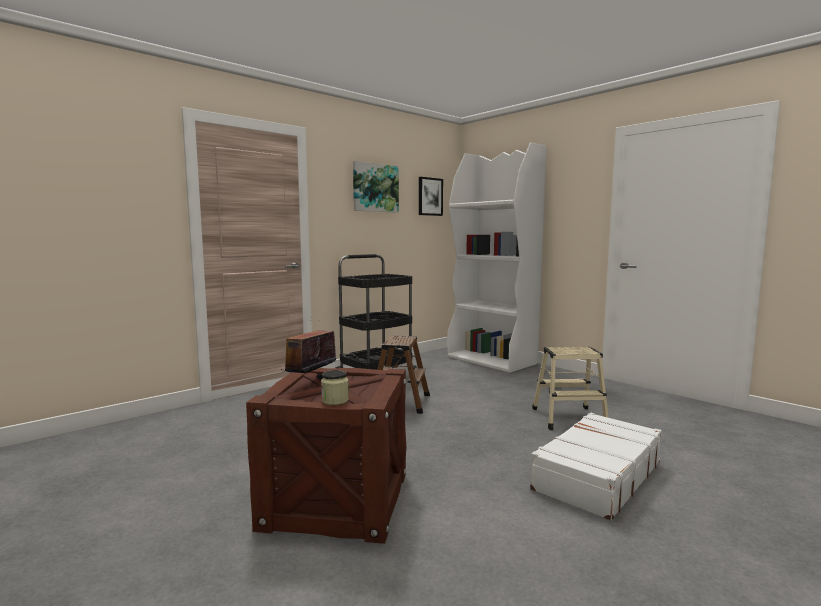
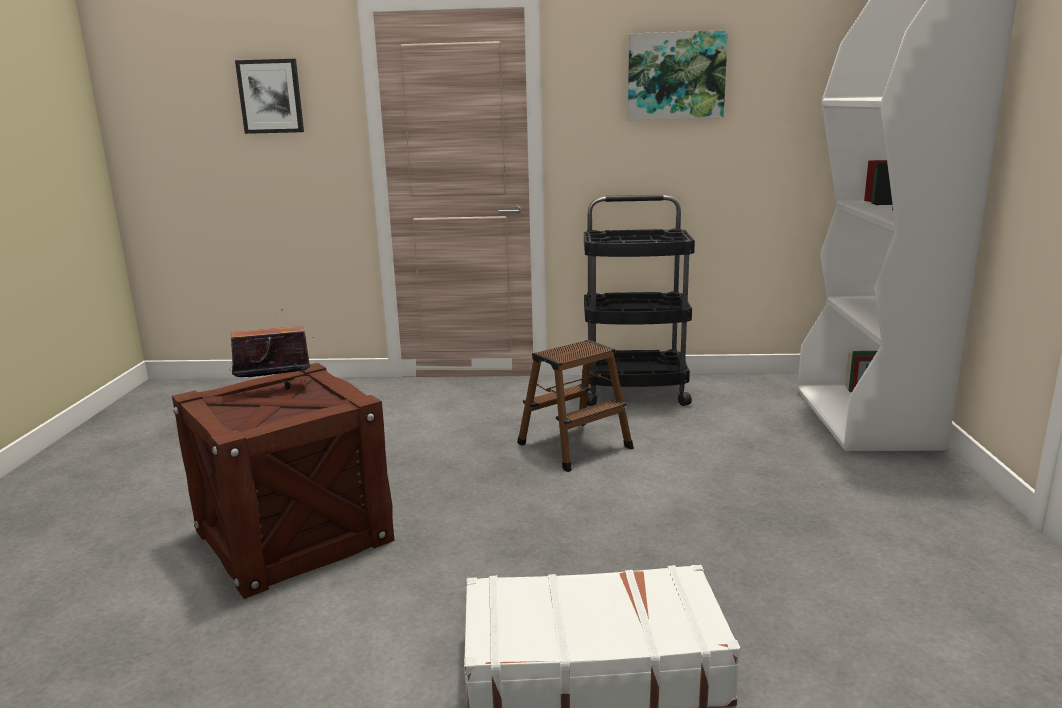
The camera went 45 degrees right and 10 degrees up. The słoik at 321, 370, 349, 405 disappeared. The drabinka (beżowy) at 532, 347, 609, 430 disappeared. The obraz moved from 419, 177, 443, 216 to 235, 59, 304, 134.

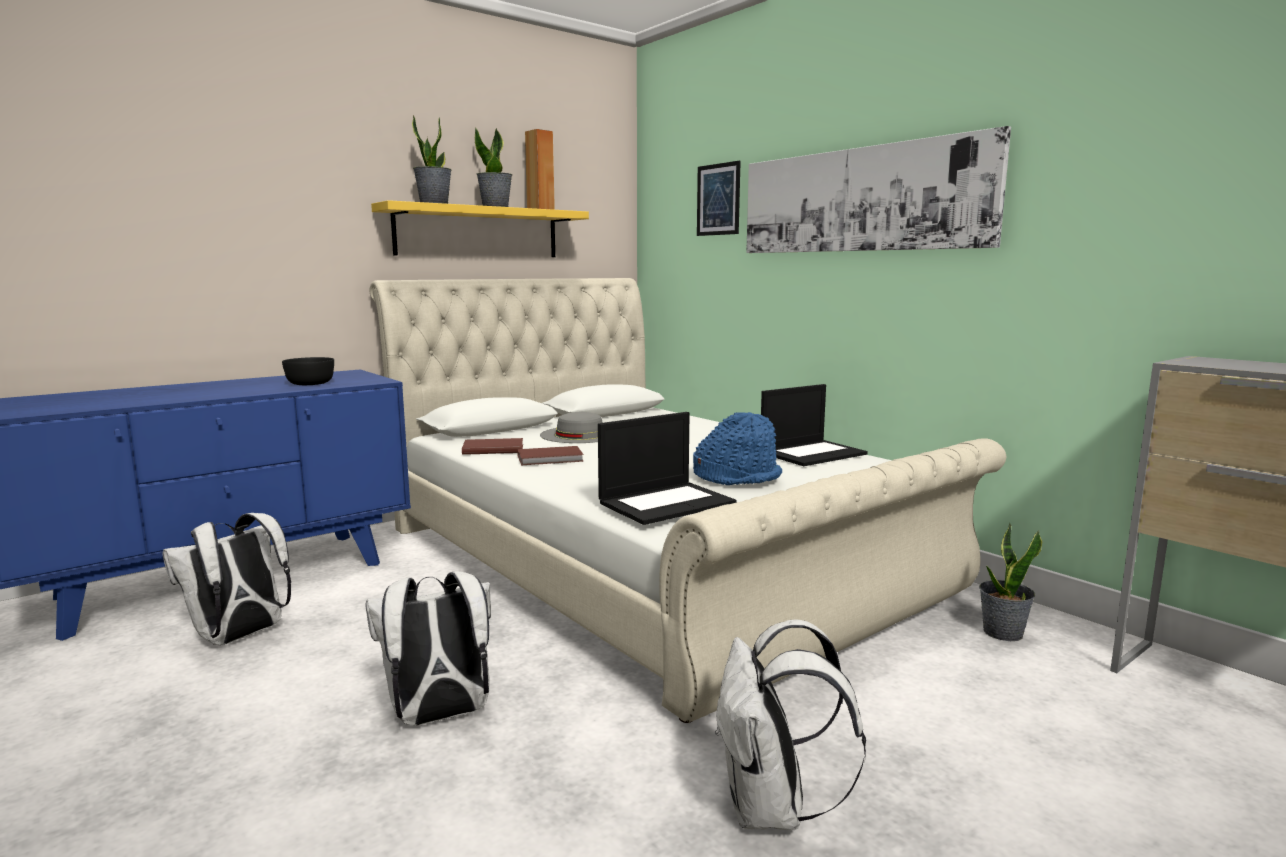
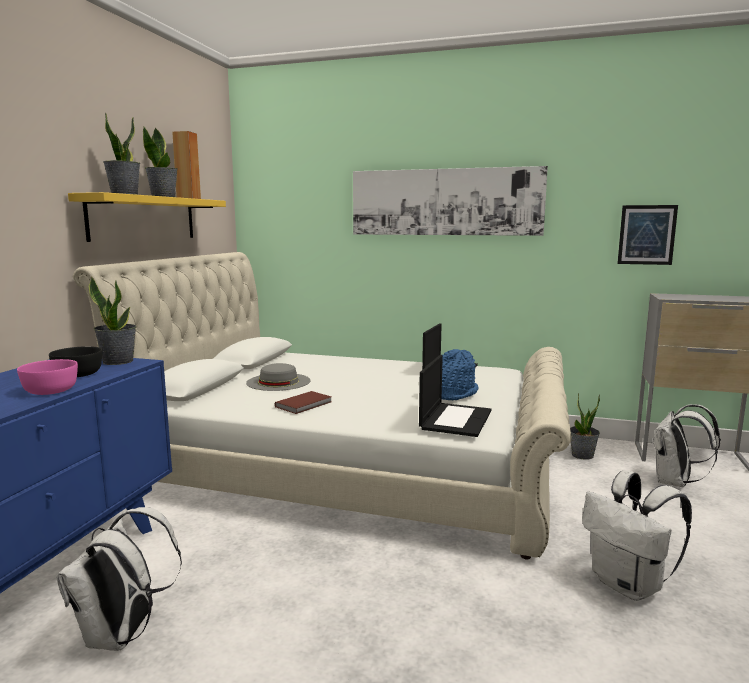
The camera went 35 degrees left and 0 degrees up. The książka (brązowy) at 462, 438, 523, 455 disappeared. The miska (różowy) at 17, 359, 78, 395 appeared. The roślina doniczkowa at 88, 277, 136, 365 appeared. The plecak (biały) moved from 365, 571, 491, 726 to 652, 404, 721, 487. The obraz moved from 697, 161, 741, 236 to 617, 205, 678, 265.

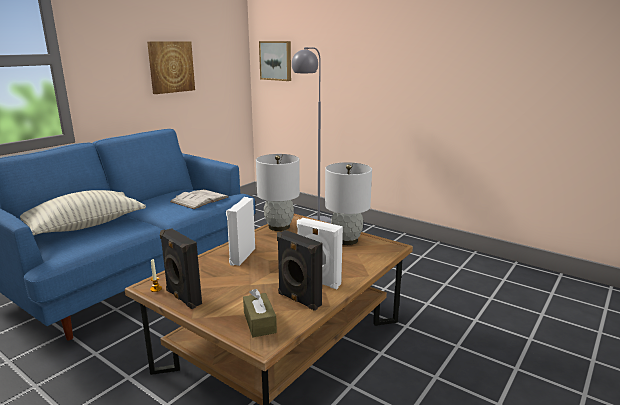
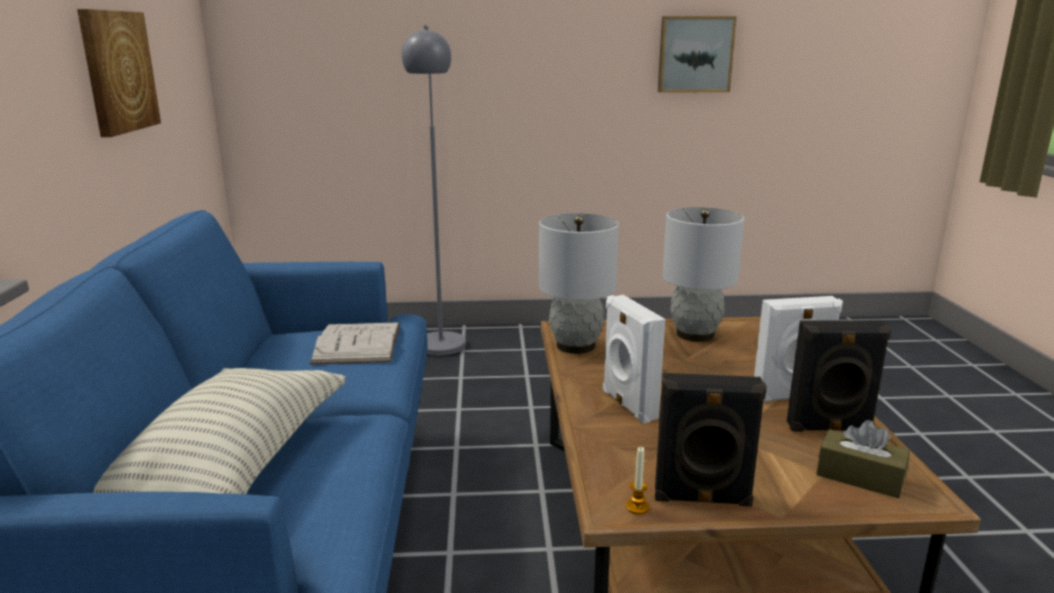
The camera went 40 degrees left and 0 degrees up. The obraz moved from 259, 41, 291, 81 to 658, 16, 737, 93.

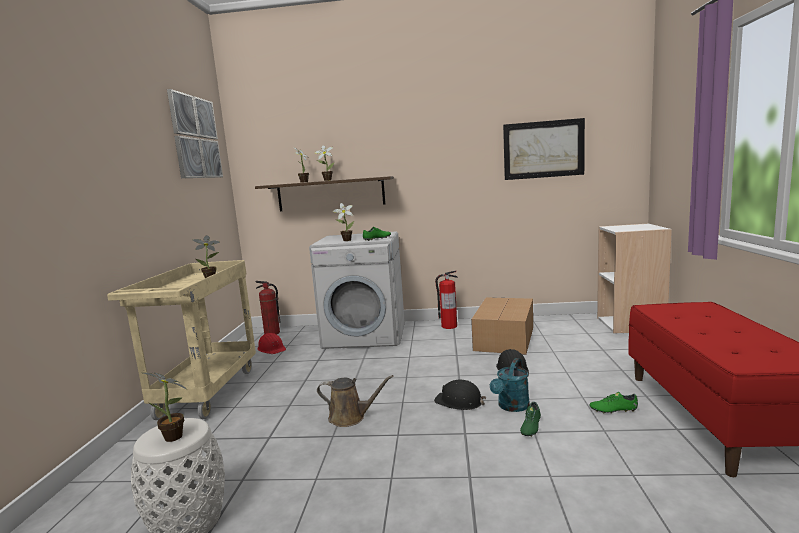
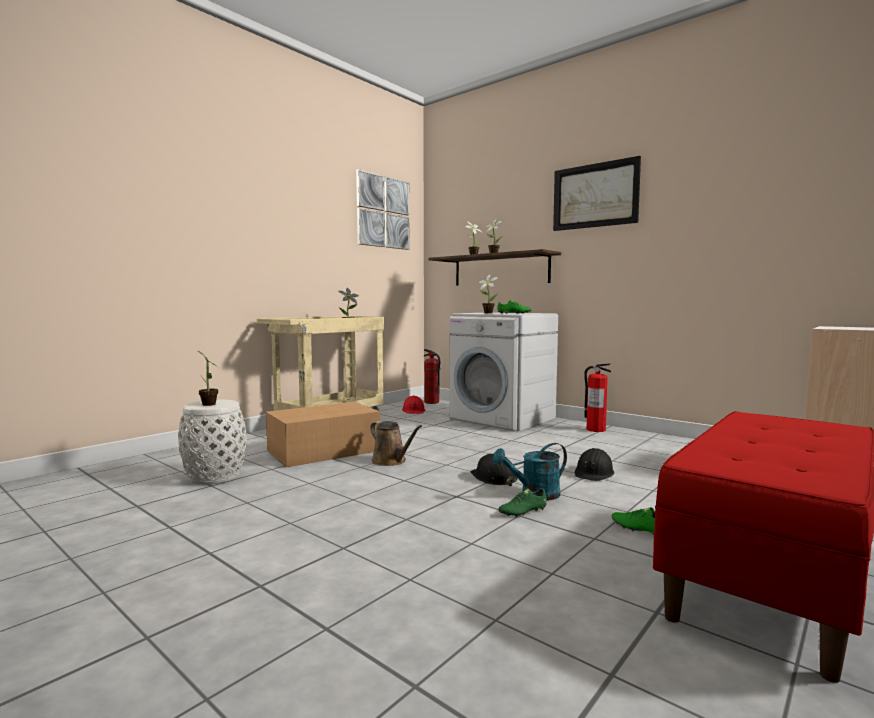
The camera went 35 degrees right and 5 degrees down. The karton moved from 471, 297, 533, 355 to 266, 402, 380, 467. The obraz moved from 503, 118, 585, 180 to 553, 156, 641, 231.

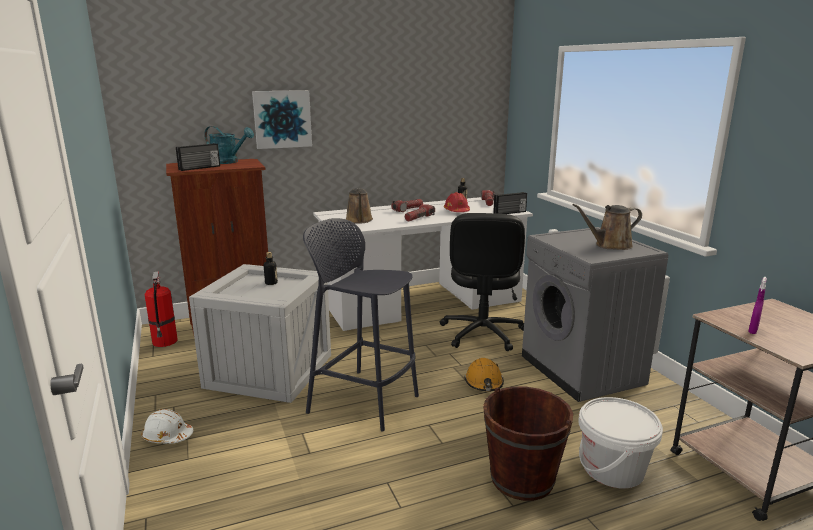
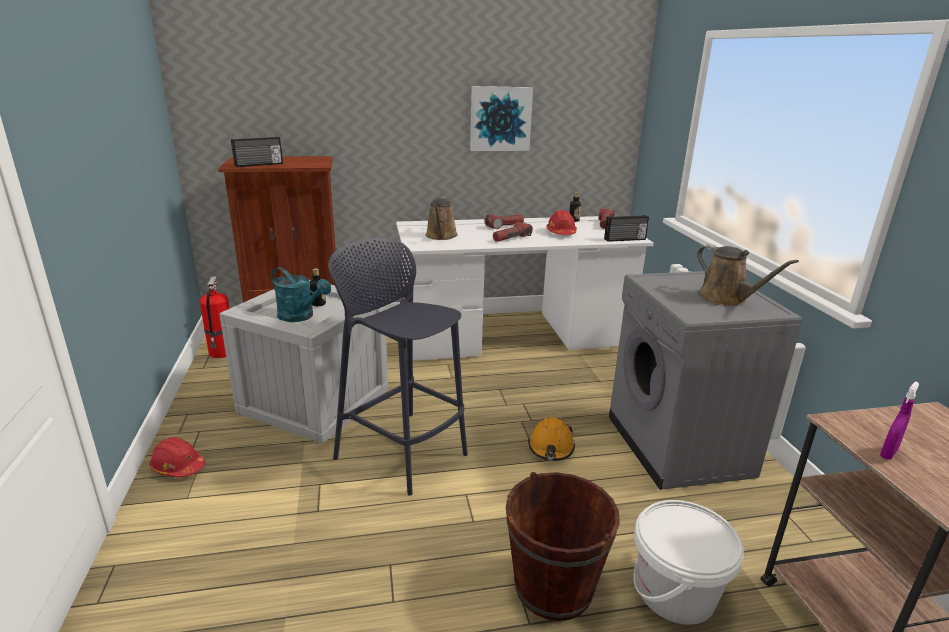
The camera went 10 degrees right and 5 degrees up. The krzesło biurowe (czarny) at 440, 213, 525, 351 disappeared. The konewka (turkusowy) moved from 204, 126, 254, 164 to 271, 267, 331, 322. The obraz moved from 252, 90, 312, 149 to 470, 86, 533, 151. The kask (biały) at 142, 409, 193, 443 became the kask (czerwony) at 149, 437, 205, 477. The konewka (brązowy) at 573, 204, 642, 250 turned 120 degrees counterclockwise.

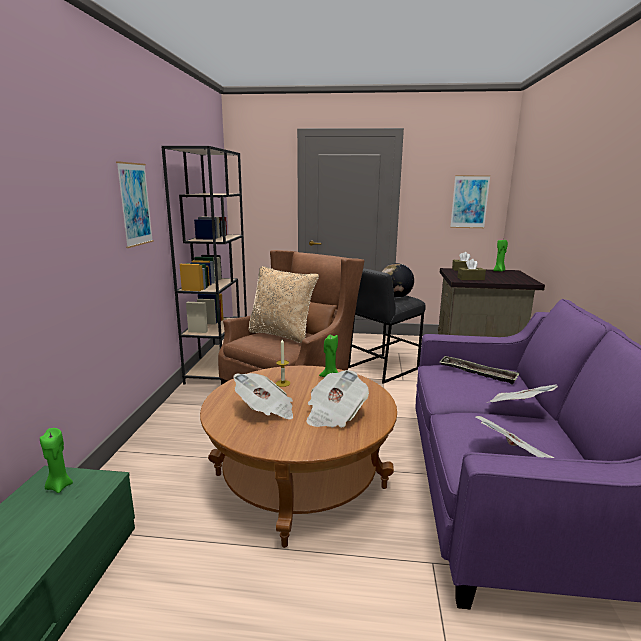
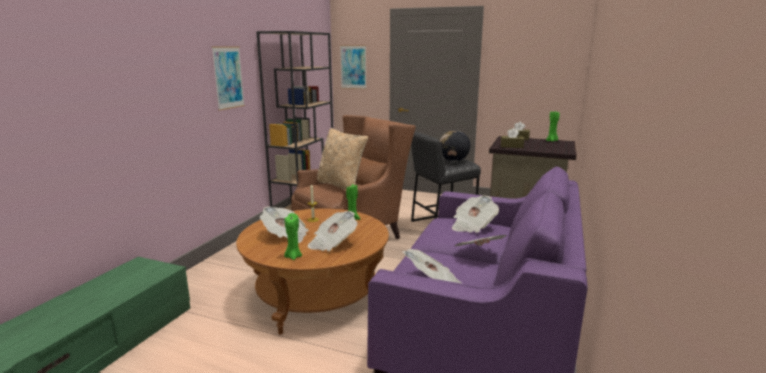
The camera went 15 degrees right and 0 degrees up. The świeca (zielony) moved from 40, 428, 73, 493 to 284, 213, 302, 260. The obraz moved from 450, 175, 490, 228 to 340, 45, 367, 89. The taca at 440, 356, 519, 385 was replaced by the gazeta at 452, 196, 499, 233.

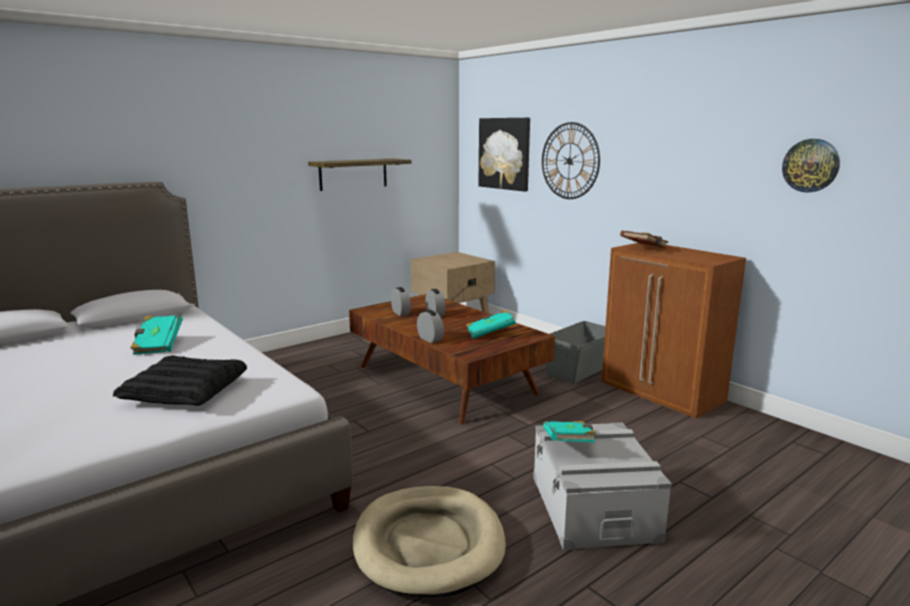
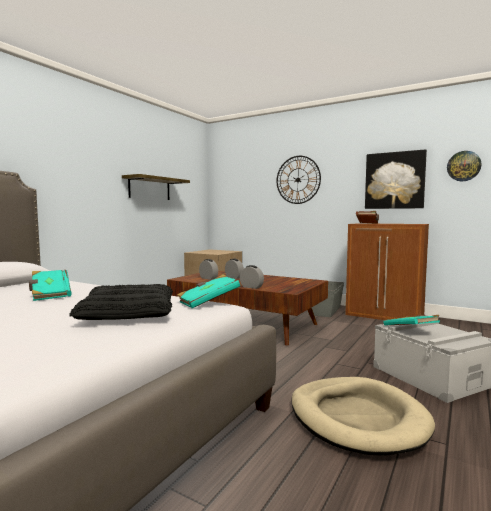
The camera went 20 degrees left and 10 degrees down. The książka (turkusowy) moved from 466, 310, 516, 339 to 177, 275, 240, 308. The obraz moved from 478, 118, 530, 192 to 365, 149, 427, 209.

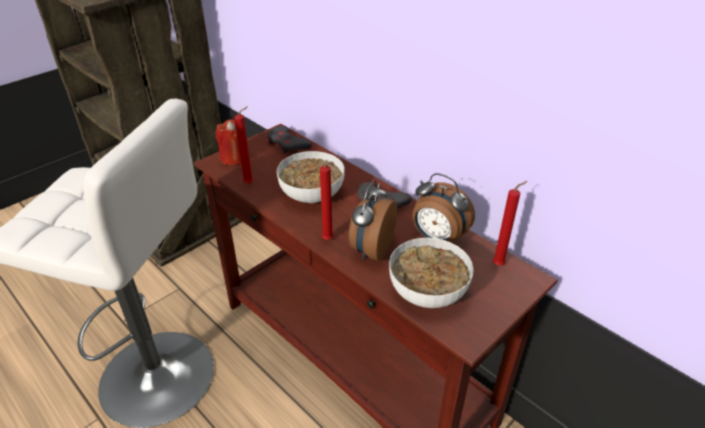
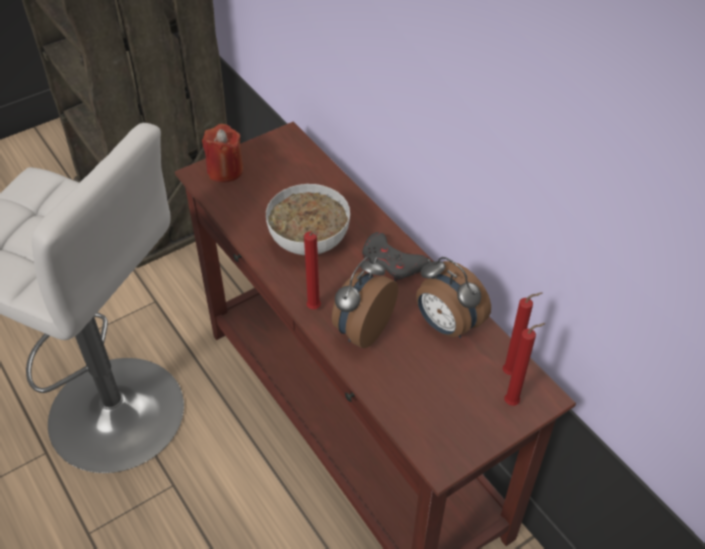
The camera went 10 degrees right and 10 degrees up. The pad do gier (szary) at 267, 126, 312, 154 disappeared. The miska at 389, 238, 474, 308 disappeared. The świeca (czerwony) moved from 234, 107, 254, 184 to 504, 323, 546, 406.

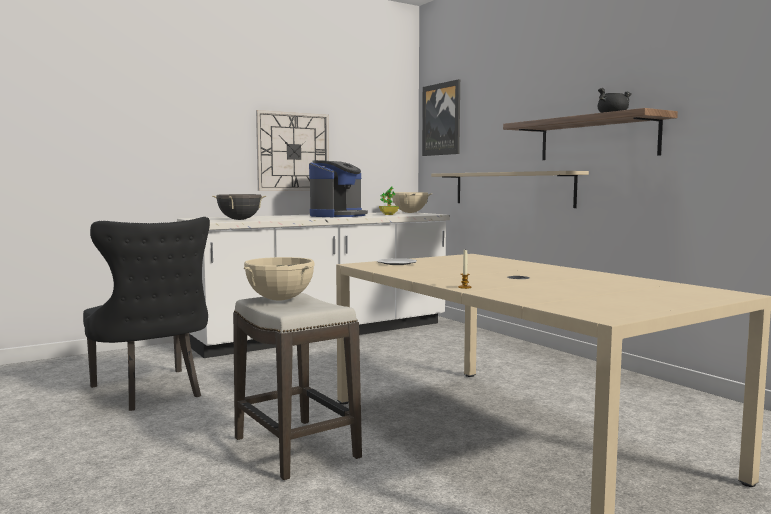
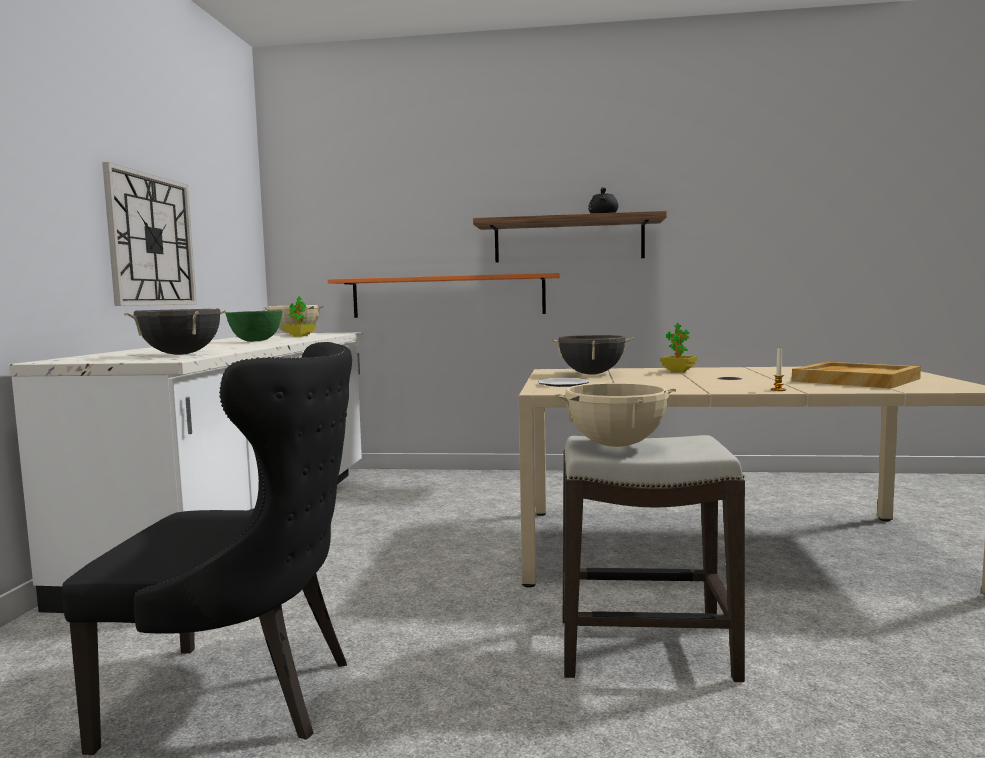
The camera went 50 degrees left and 0 degrees up. The obraz at 422, 79, 460, 156 disappeared. The garnek (czarny) at 550, 335, 634, 375 appeared. The roślina doniczkowa at 660, 323, 697, 373 appeared. The taca (beżowy) at 792, 362, 921, 388 appeared. The ekspres do kawy at 309, 160, 368, 217 was replaced by the miska (zielony) at 225, 310, 282, 342. The półka (beżowy) at 431, 171, 589, 208 became the półka (pomarańczowy) at 327, 273, 560, 318.

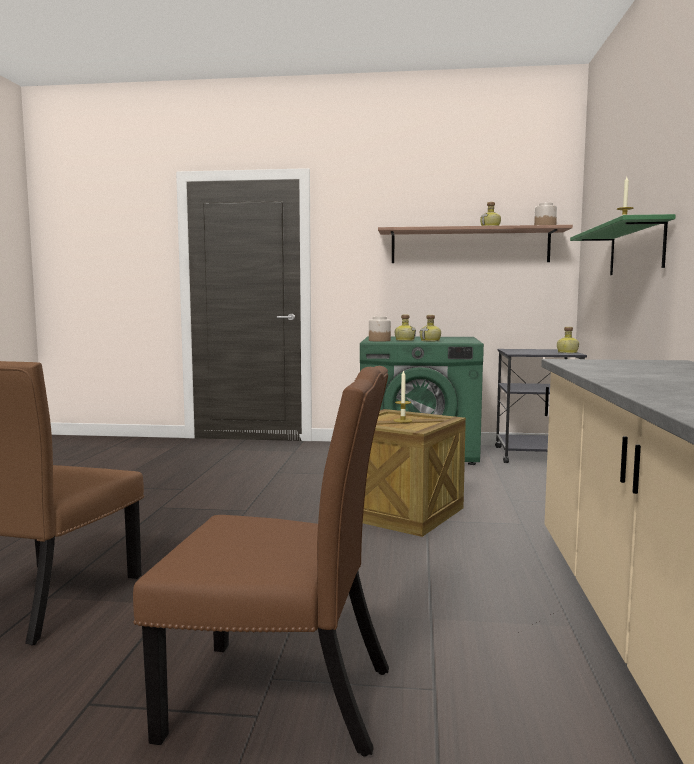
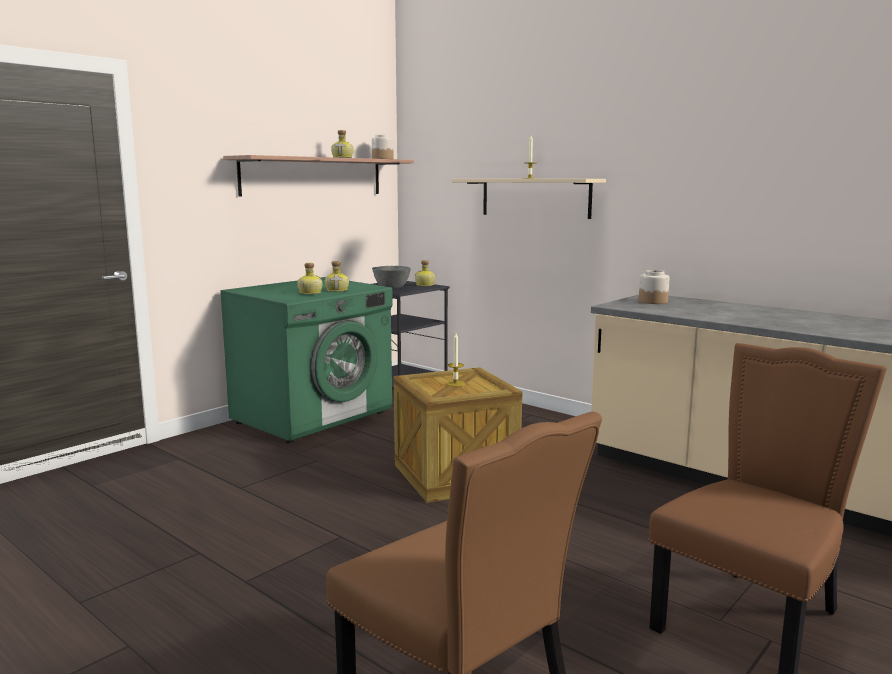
The camera went 55 degrees left and 5 degrees up. The miska (szary) at 372, 266, 411, 290 appeared. The słoik moved from 369, 316, 391, 342 to 639, 270, 669, 304. The półka (zielony) at 570, 214, 676, 275 became the półka (beżowy) at 452, 179, 606, 219.

